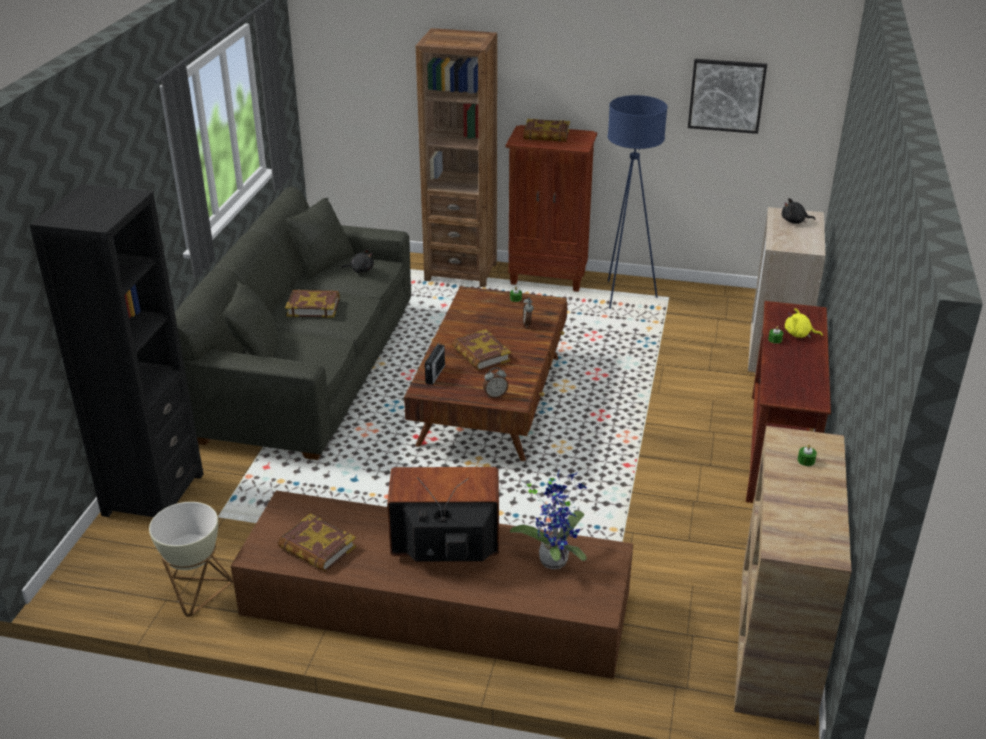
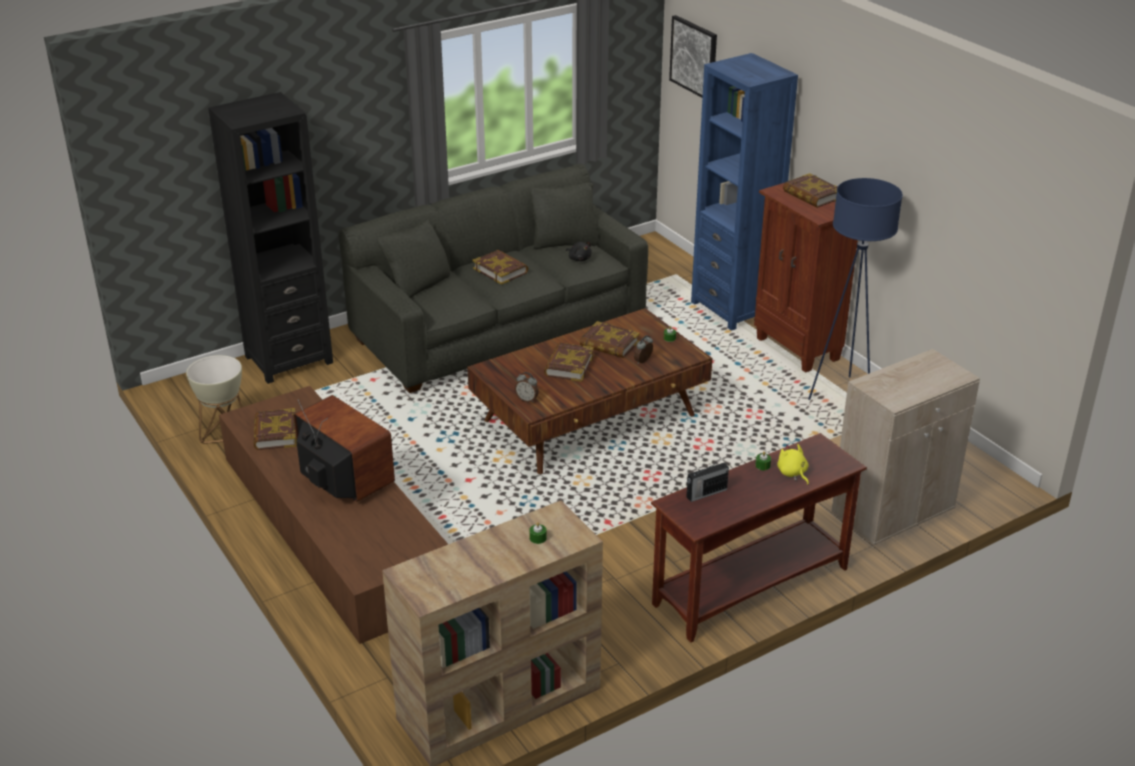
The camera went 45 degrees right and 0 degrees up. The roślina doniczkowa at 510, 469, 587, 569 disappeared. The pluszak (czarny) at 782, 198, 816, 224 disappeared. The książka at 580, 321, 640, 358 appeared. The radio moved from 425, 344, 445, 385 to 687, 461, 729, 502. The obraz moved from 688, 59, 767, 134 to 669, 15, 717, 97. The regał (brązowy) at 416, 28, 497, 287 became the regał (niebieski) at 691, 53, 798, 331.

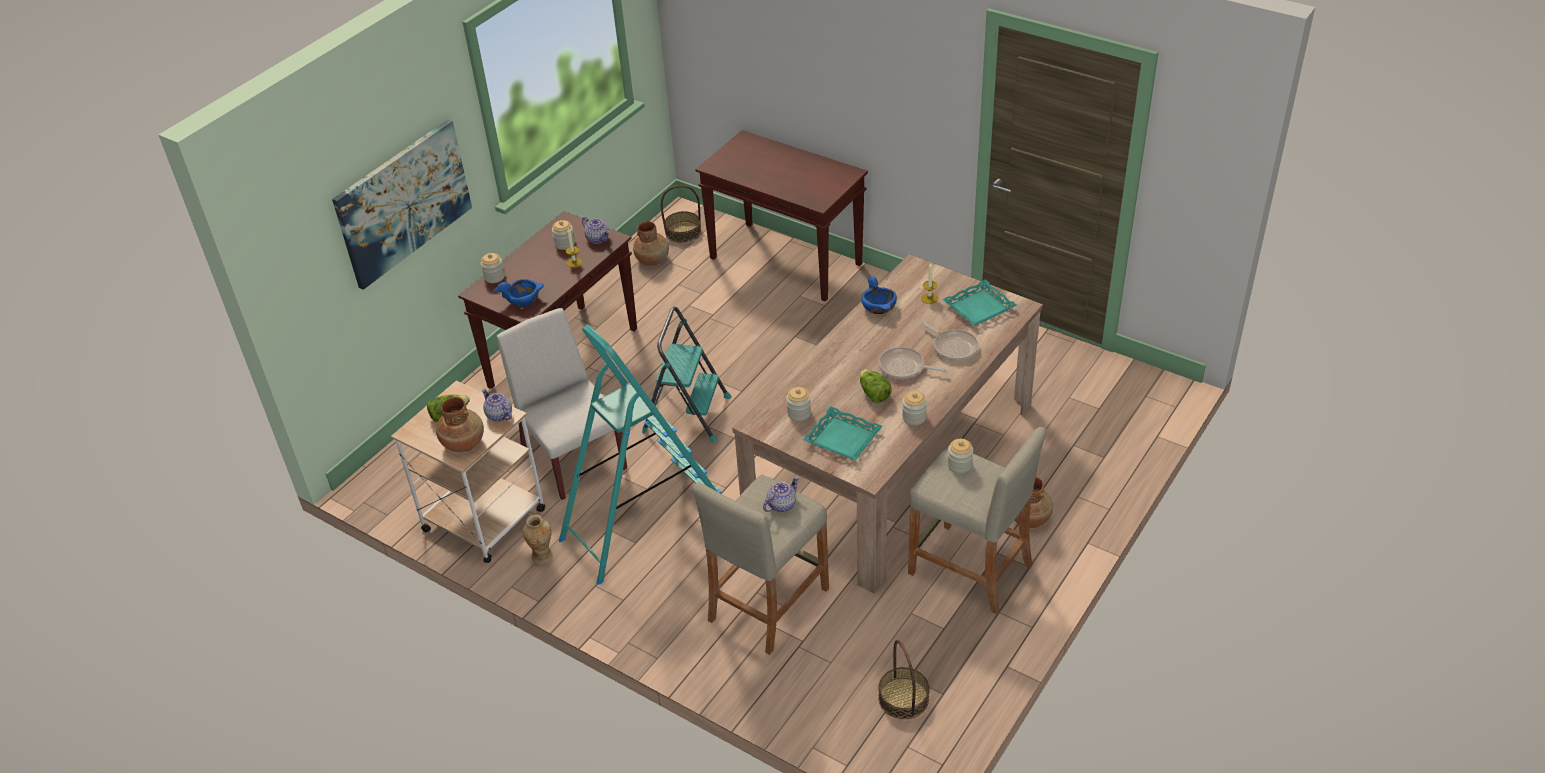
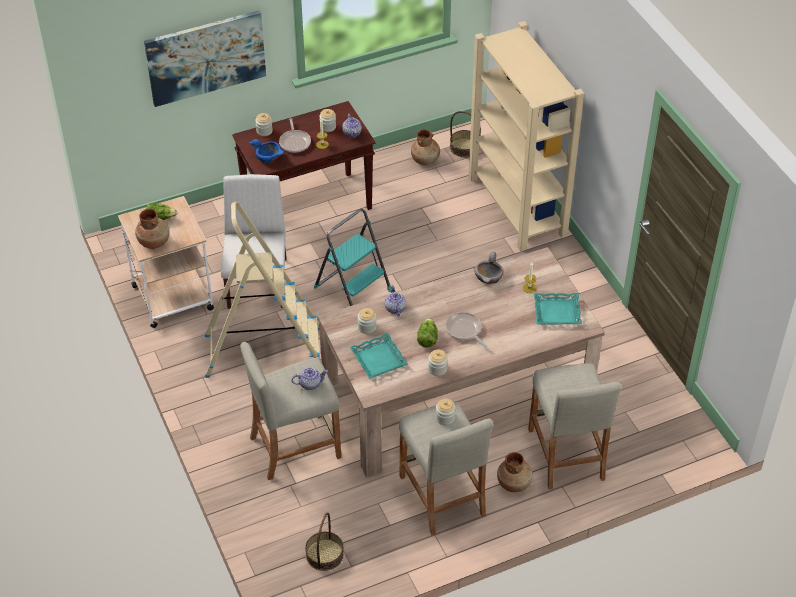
The camera went 30 degrees right and 5 degrees up. The wazon at 522, 515, 553, 564 disappeared. The stołek (beżowy) at 528, 363, 622, 490 appeared. The imbryk moved from 482, 389, 512, 422 to 385, 285, 406, 316. The patelnia moved from 921, 321, 979, 361 to 279, 118, 311, 153. The stolik konsolowy (brązowy) at 695, 130, 868, 302 was replaced by the regał (beżowy) at 468, 21, 584, 251. The drabinka (turkusowy) at 559, 324, 721, 585 became the drabinka (beżowy) at 205, 201, 321, 378. The miska (niebieski) at 861, 276, 897, 314 became the miska (szary) at 474, 252, 504, 284.

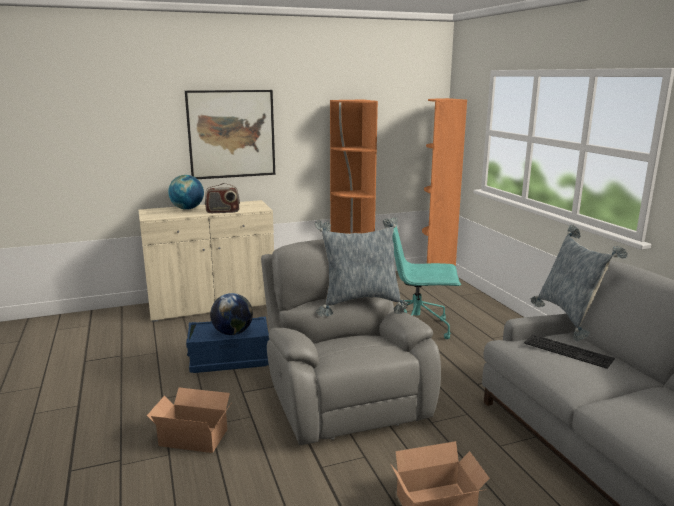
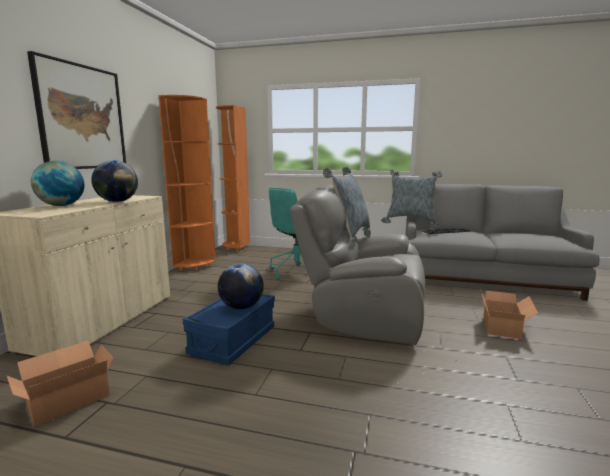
The camera went 55 degrees left and 5 degrees down. The karton moved from 147, 388, 231, 453 to 7, 341, 114, 426. The radio at 205, 183, 240, 213 was replaced by the globus at 91, 160, 138, 202.

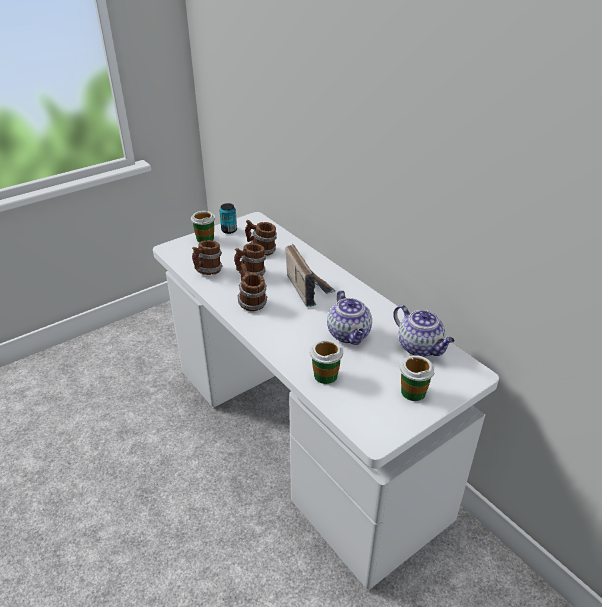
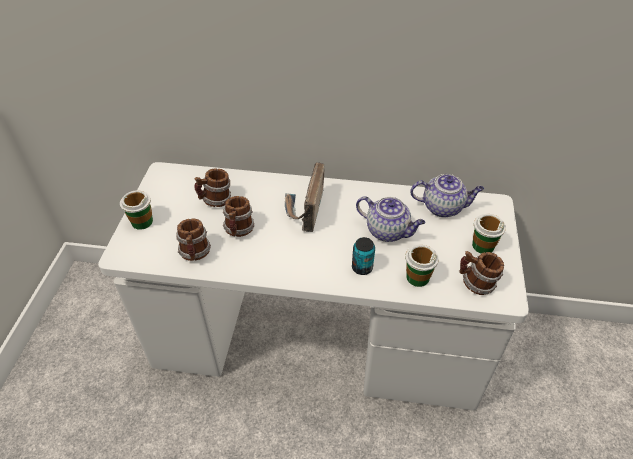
The camera went 45 degrees left and 10 degrees up. The puszka moved from 219, 203, 237, 234 to 352, 237, 375, 275. The kubek moved from 237, 264, 268, 311 to 459, 251, 504, 295. The radio at 285, 244, 335, 307 turned 105 degrees counterclockwise.

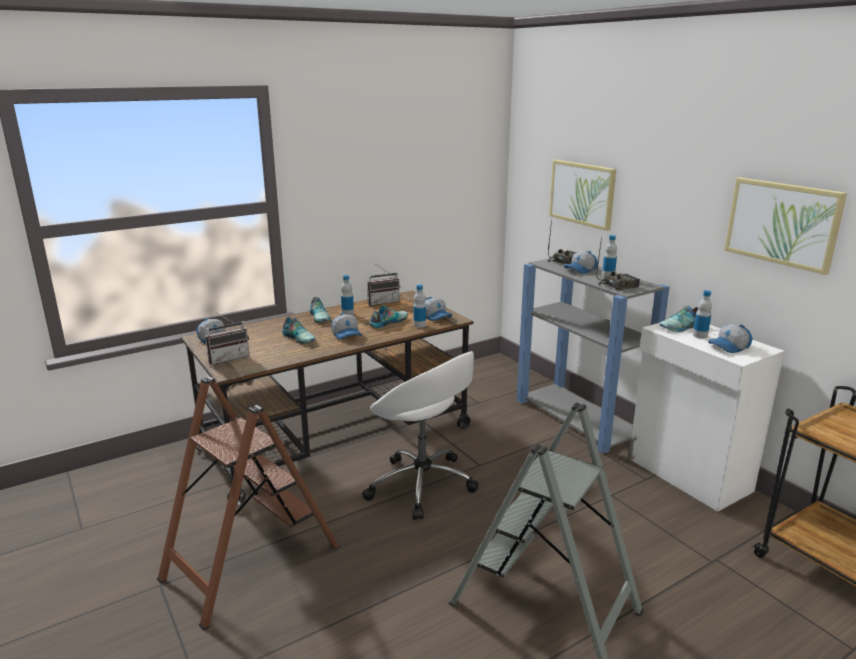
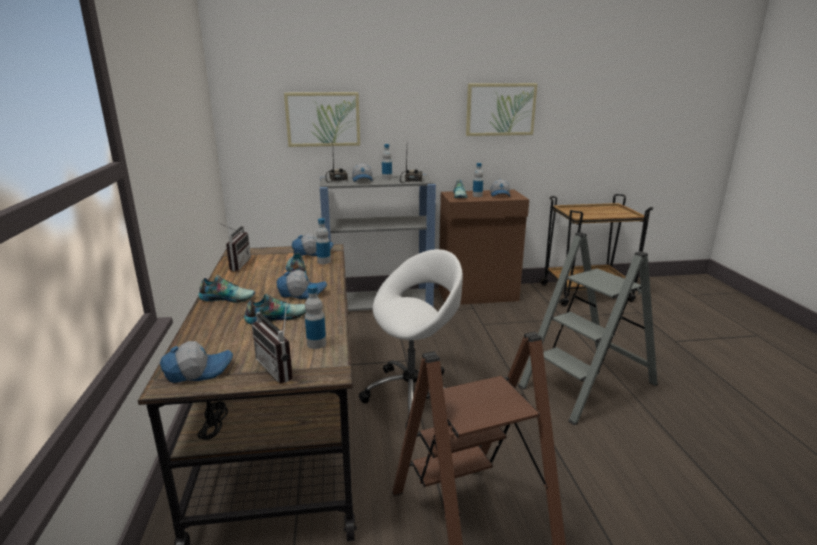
The camera went 65 degrees left and 0 degrees up. The butelka moved from 341, 275, 354, 315 to 305, 285, 326, 349. The szafka (biały) at 628, 323, 785, 511 became the szafka (brązowy) at 438, 190, 529, 305. The radio at 205, 312, 250, 365 turned 150 degrees clockwise.

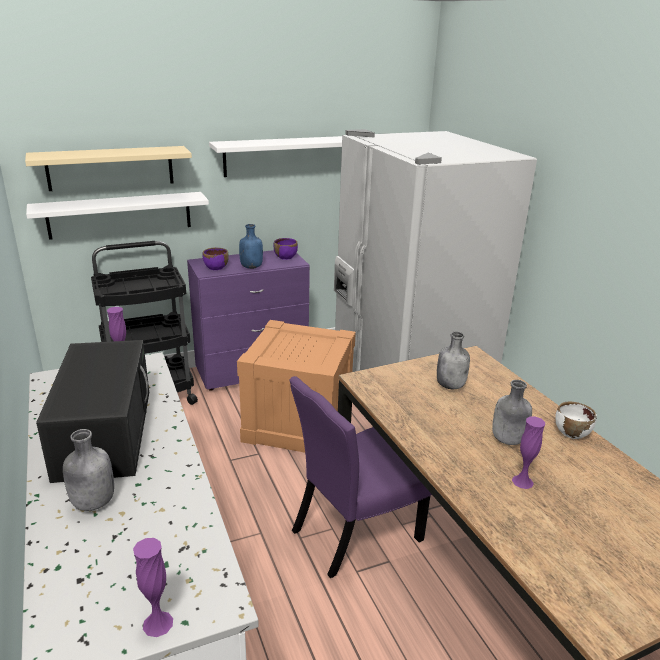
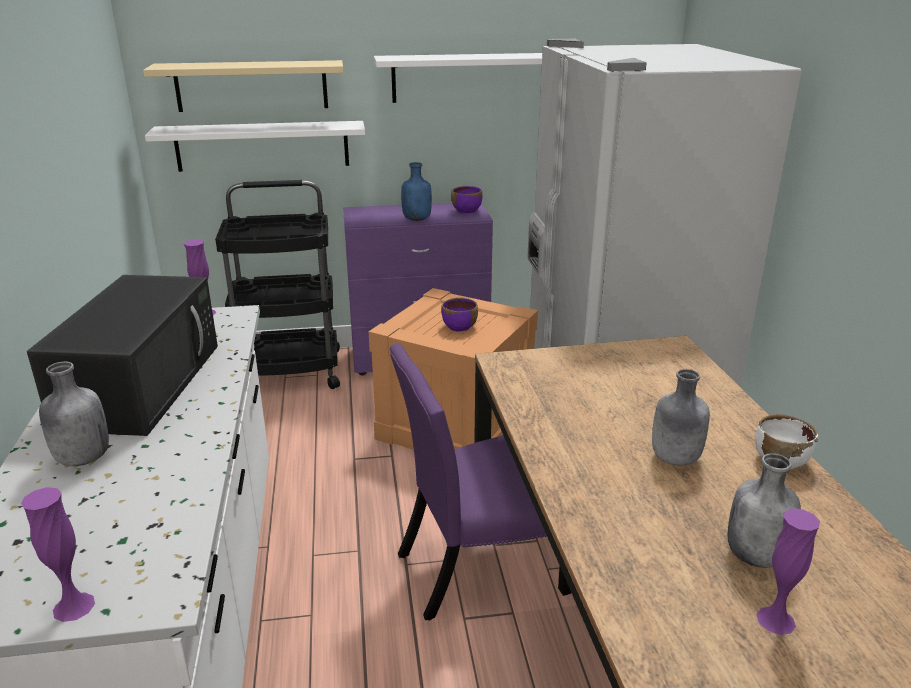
The camera went 15 degrees right and 0 degrees up. The miska (fioletowy) moved from 202, 247, 229, 270 to 441, 298, 478, 332. The butelka (szary) moved from 437, 332, 470, 389 to 727, 453, 801, 568. The wazon (fioletowy) moved from 512, 417, 545, 489 to 756, 508, 820, 635.

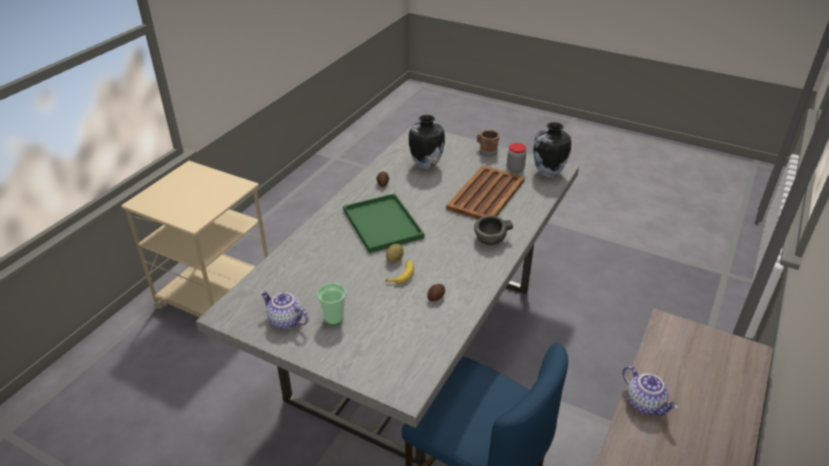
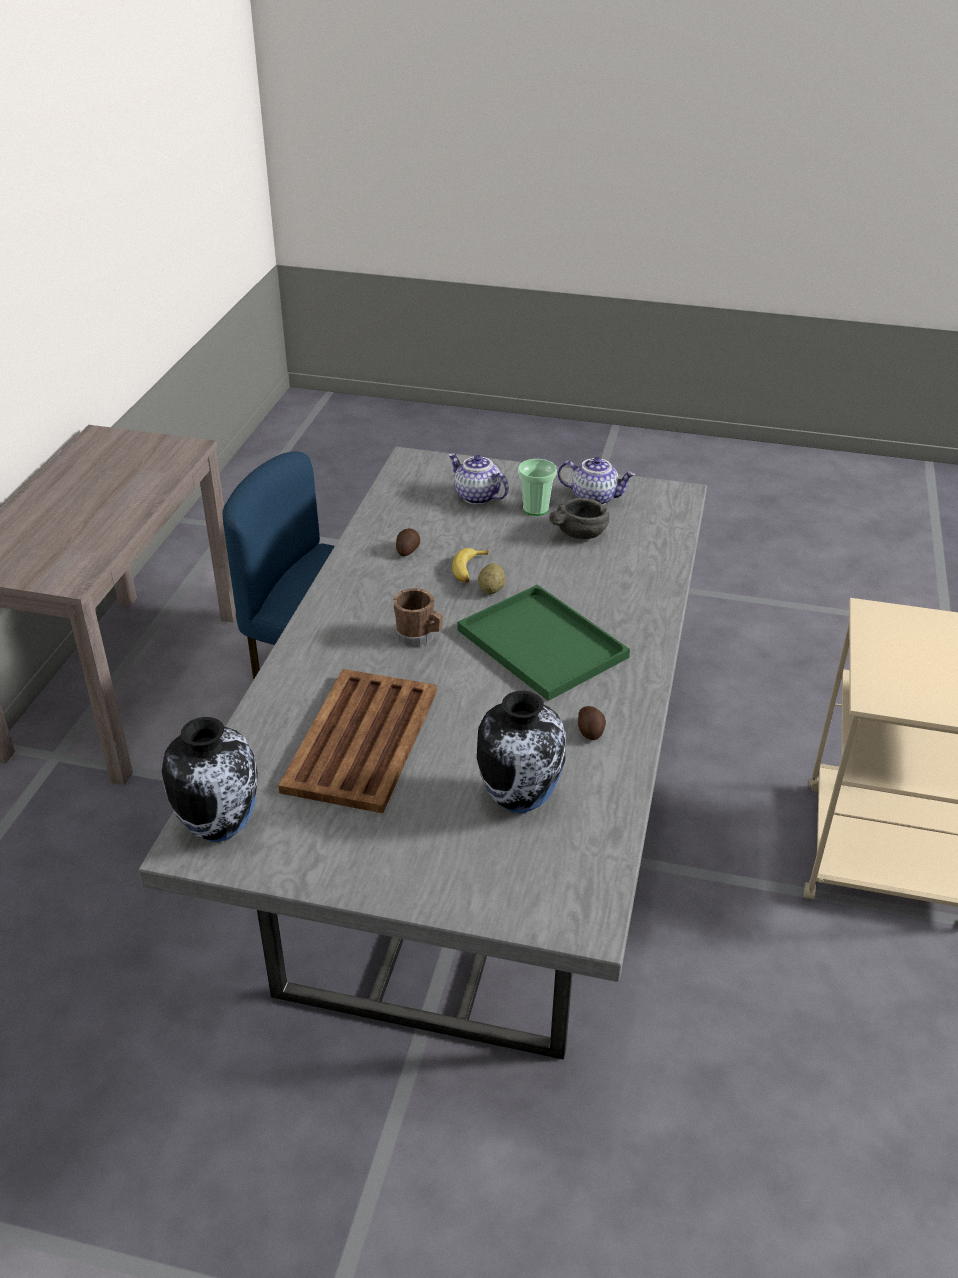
The camera went 165 degrees right and 0 degrees up. The słoik at 507, 143, 526, 173 disappeared. The miska (szary) moved from 474, 216, 513, 245 to 549, 498, 610, 539. The kubek (brązowy) moved from 477, 130, 500, 157 to 393, 588, 443, 647. The imbryk moved from 622, 366, 678, 416 to 448, 453, 509, 505.

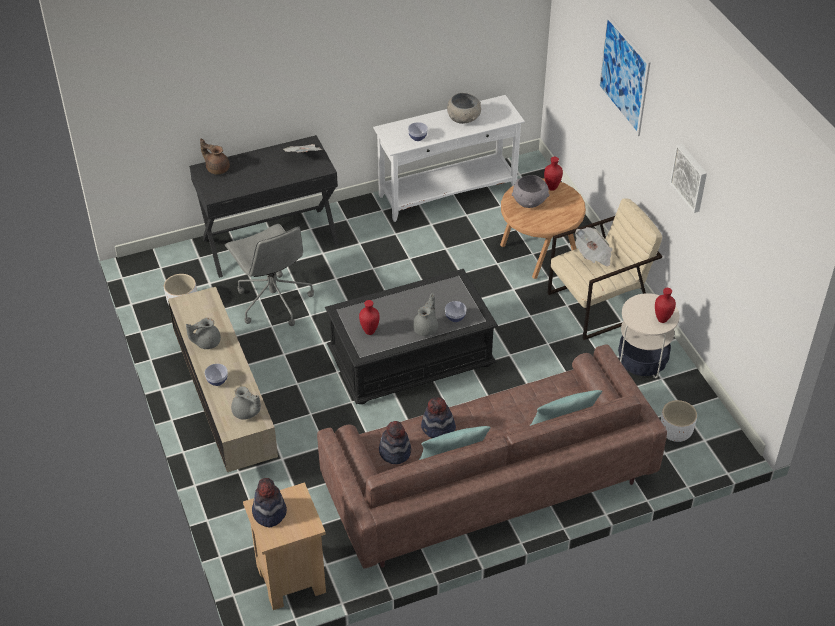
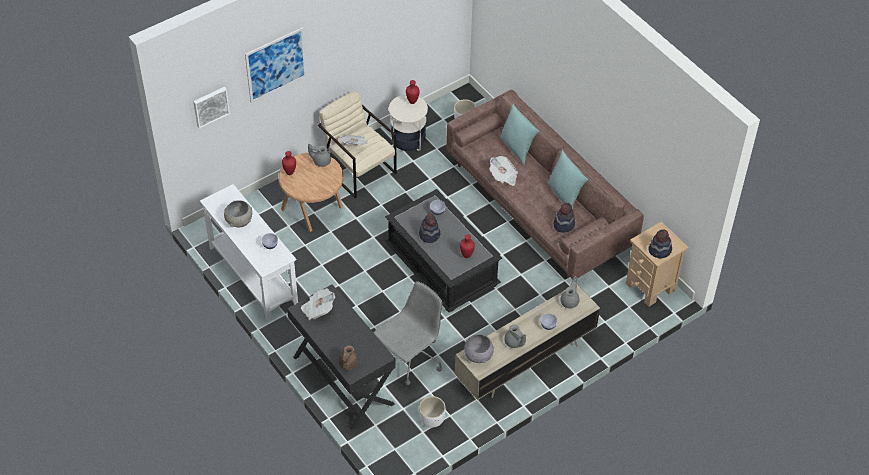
The camera went 105 degrees left and 5 degrees up. The gazeta at 490, 156, 518, 186 appeared. The imbryk (szary) moved from 413, 293, 438, 336 to 308, 144, 331, 167. The kapelusz moved from 421, 397, 456, 438 to 419, 214, 440, 243. The miska (szary) moved from 512, 175, 550, 208 to 463, 334, 494, 363. The obraz moved from 670, 144, 707, 213 to 193, 87, 230, 129.

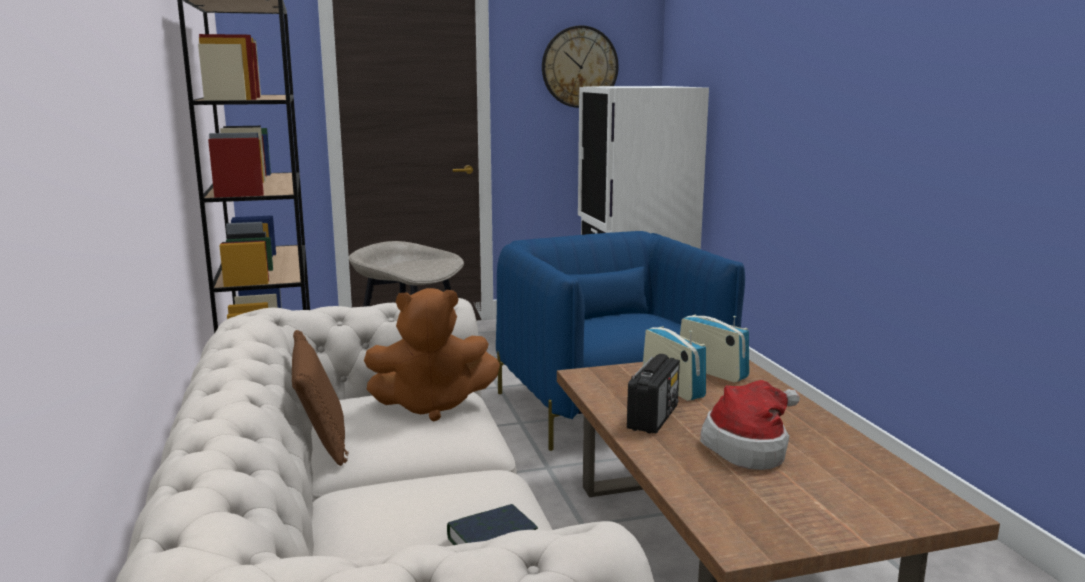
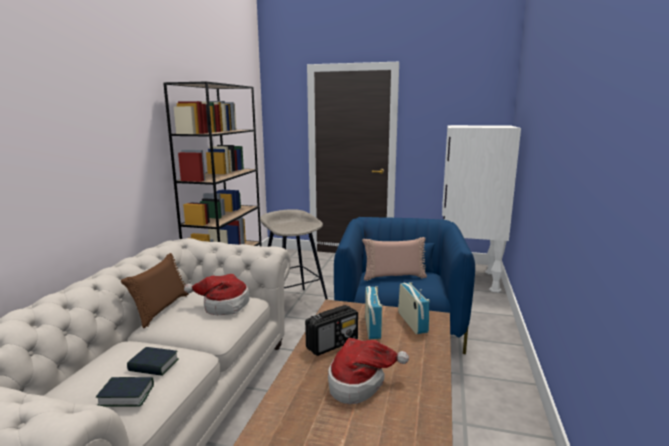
The camera went 30 degrees right and 0 degrees up. The zegar ścienny at 542, 25, 618, 108 disappeared. The książka at 127, 347, 179, 376 appeared. The poduszka (beżowy) at 362, 237, 427, 281 appeared. The pluszak (brązowy) at 364, 288, 500, 422 was replaced by the kapelusz at 184, 274, 249, 315.

